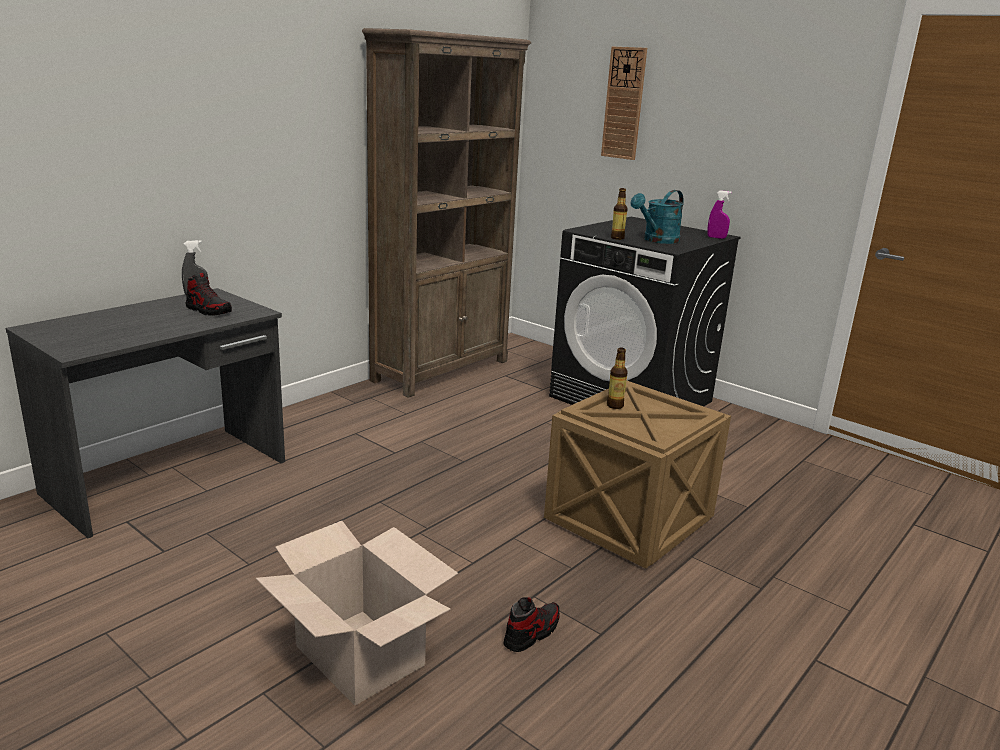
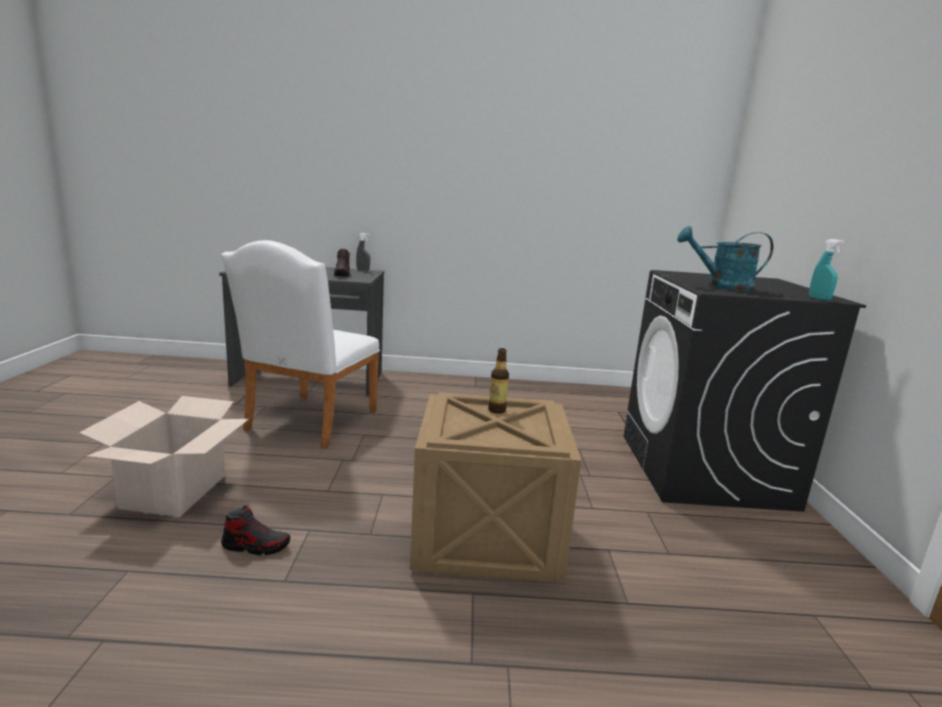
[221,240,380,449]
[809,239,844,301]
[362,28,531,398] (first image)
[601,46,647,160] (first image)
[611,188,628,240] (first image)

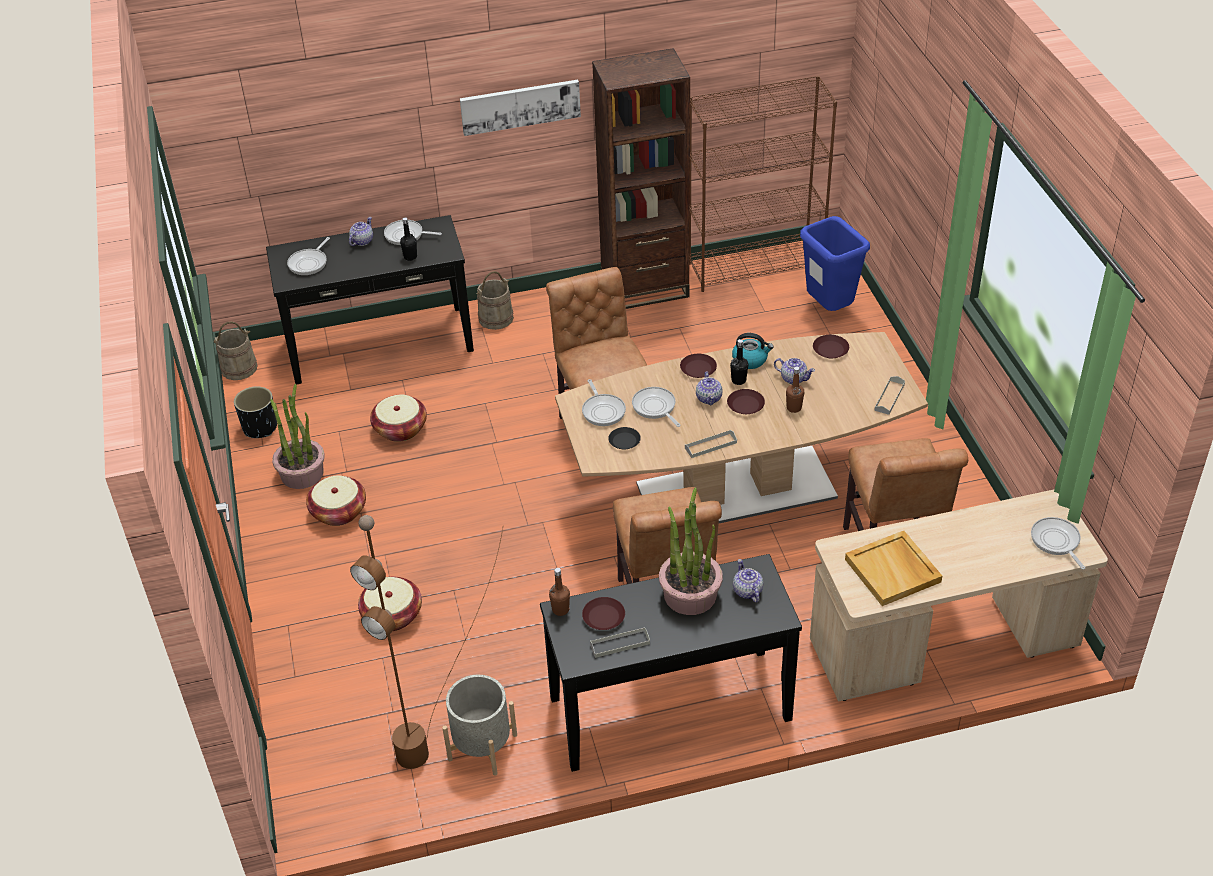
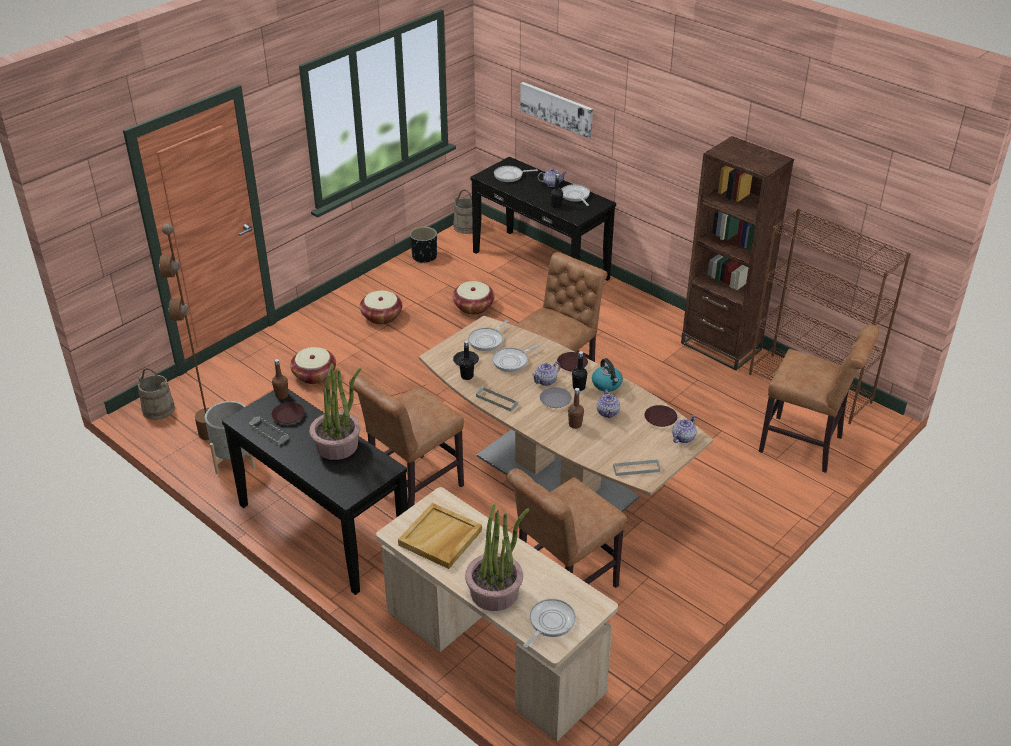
[138,368,175,420]
[459,340,474,380]
[465,504,529,611]
[492,344,541,372]
[520,82,593,138]
[540,387,572,408]
[672,415,697,443]
[759,324,879,473]

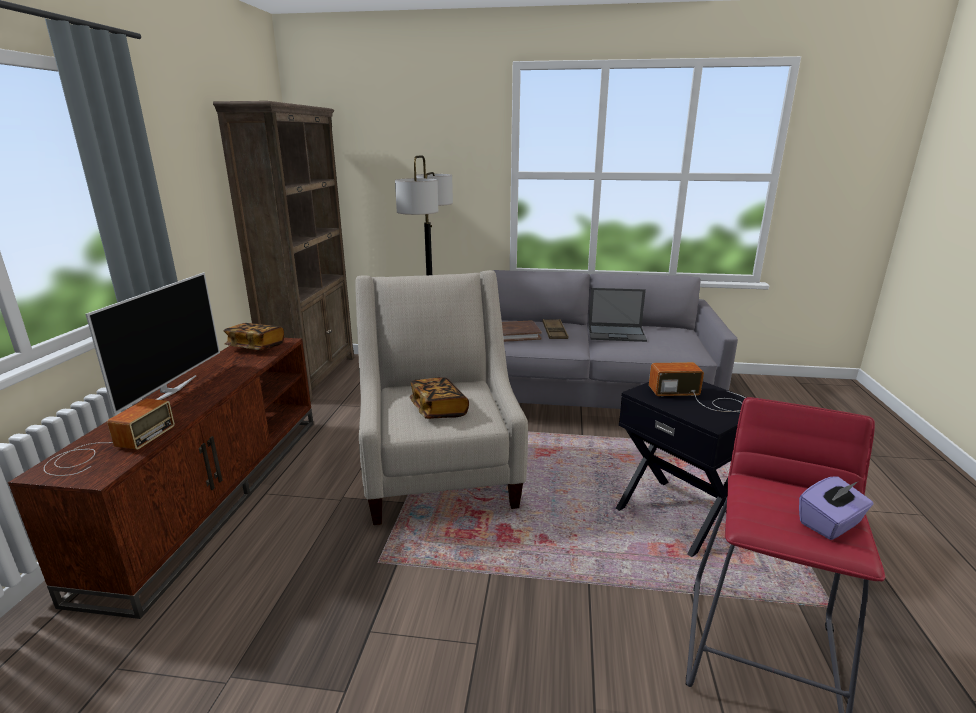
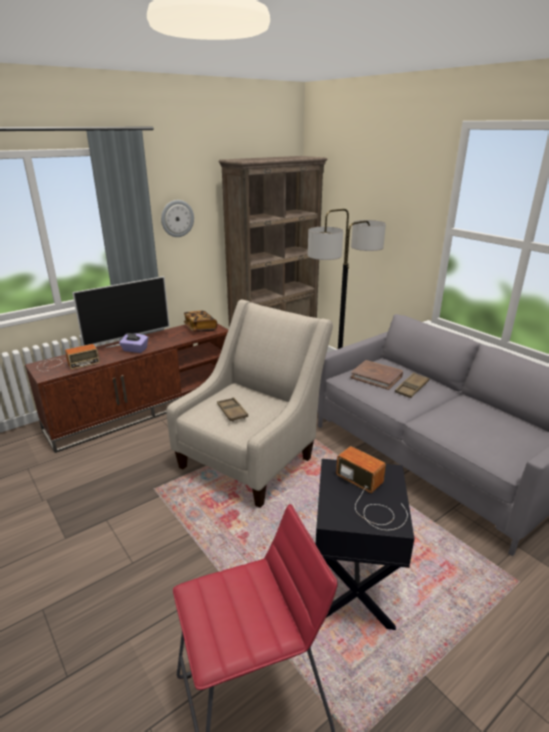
[119,333,148,353]
[161,200,194,237]
[217,397,248,422]
[589,288,647,342] (first image)

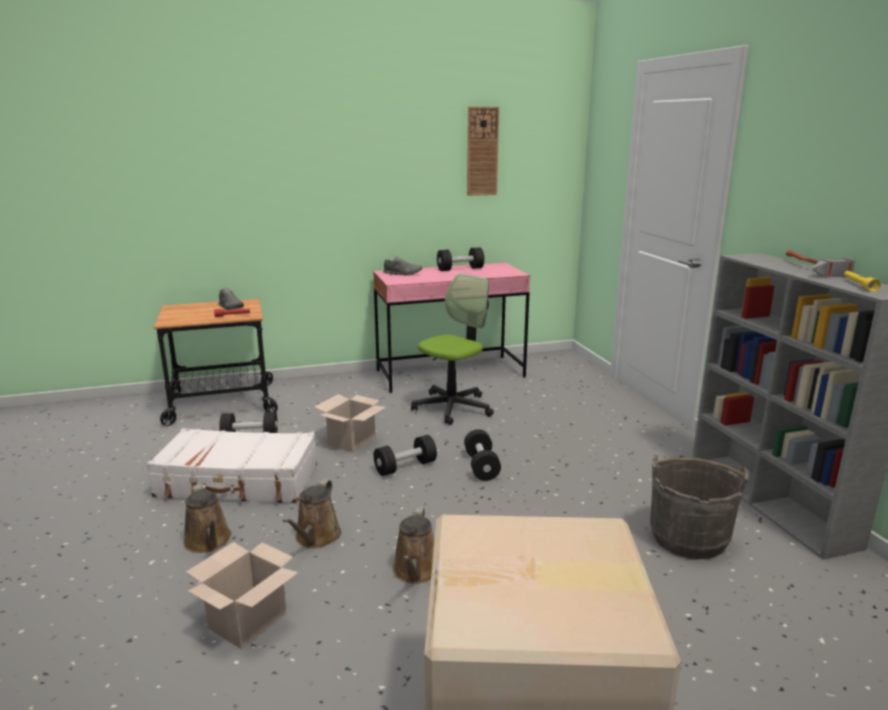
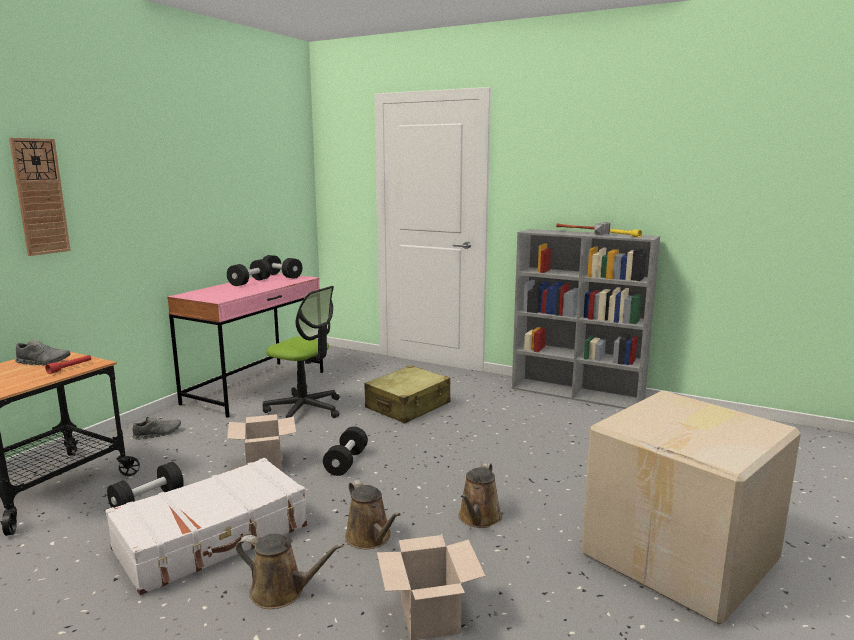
[9,138,71,256]
[132,417,181,440]
[263,255,302,279]
[263,286,340,418]
[364,365,451,423]
[458,463,502,528]
[650,455,749,559] (first image)

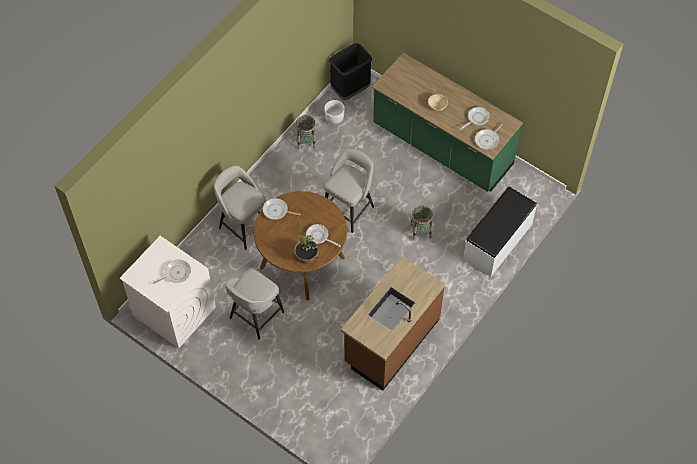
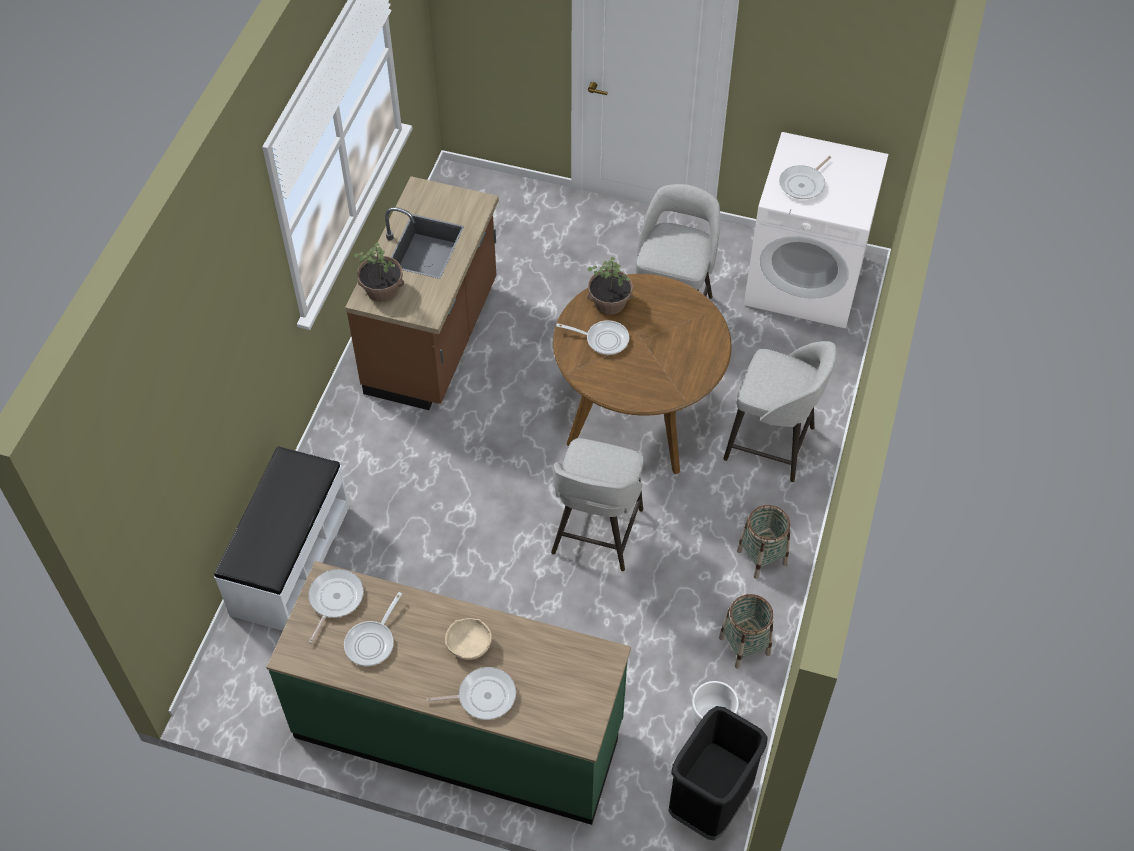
[354,243,404,302]
[427,667,516,720]
[737,505,790,579]

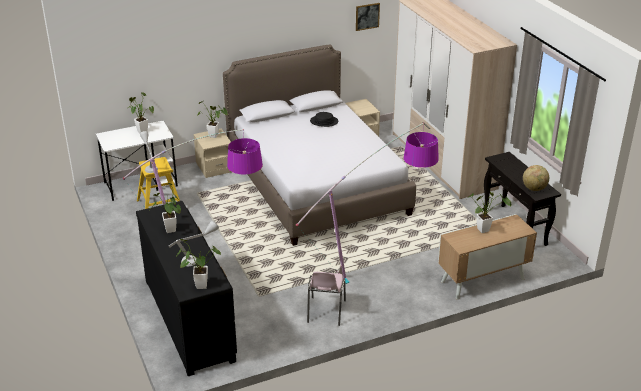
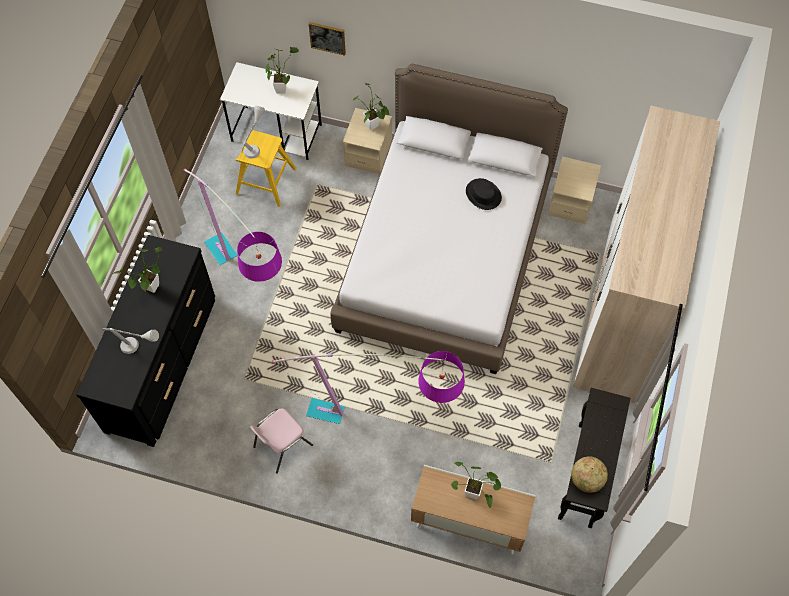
[309,22,346,56]
[175,239,221,289] (first image)

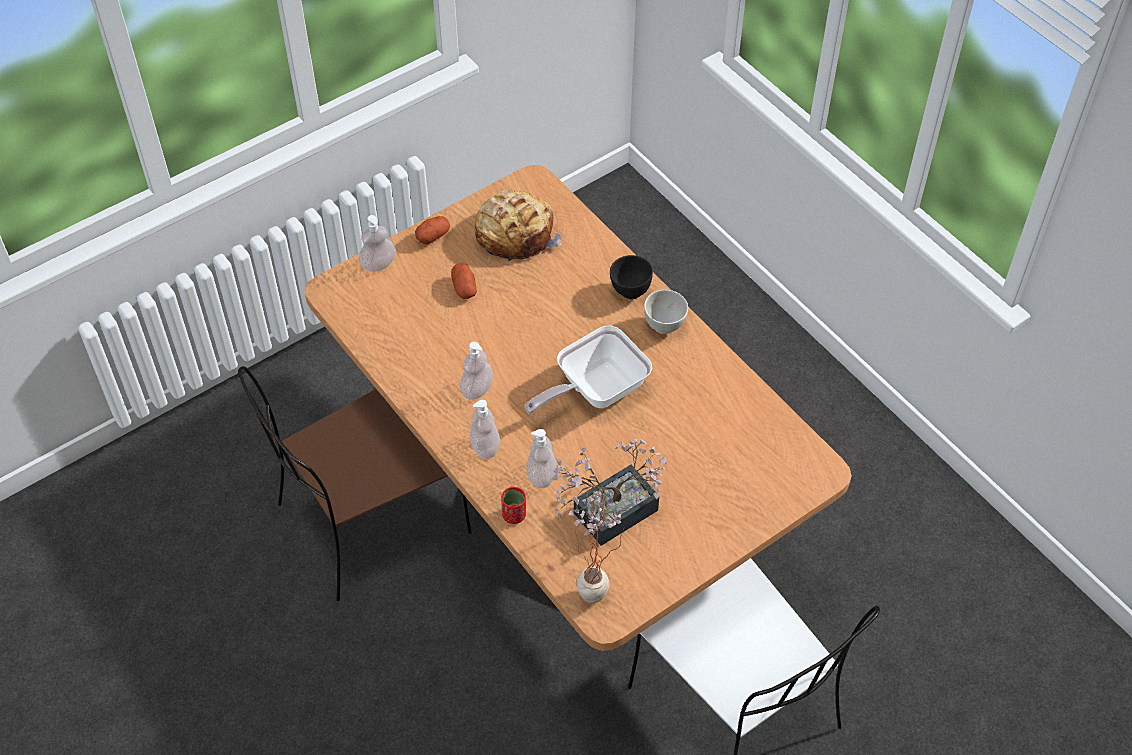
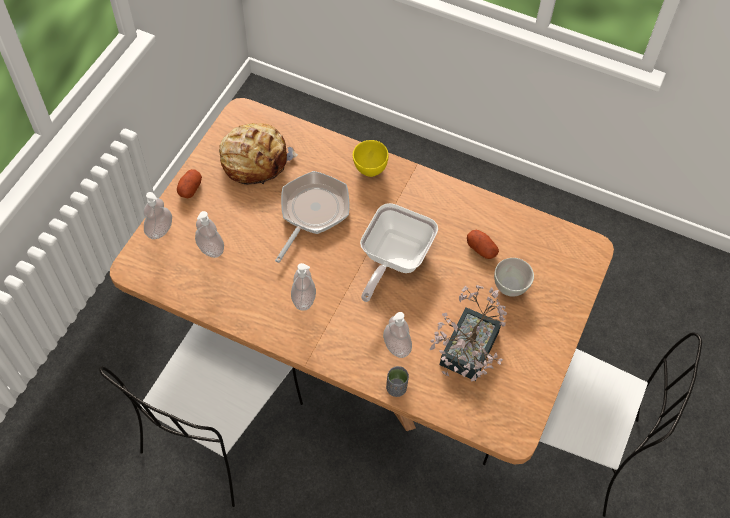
[99,323,303,507]
[195,211,224,258]
[275,171,350,263]
[353,140,389,177]
[386,366,409,397]
[467,230,499,259]
[494,258,534,296]
[575,490,624,603] (first image)

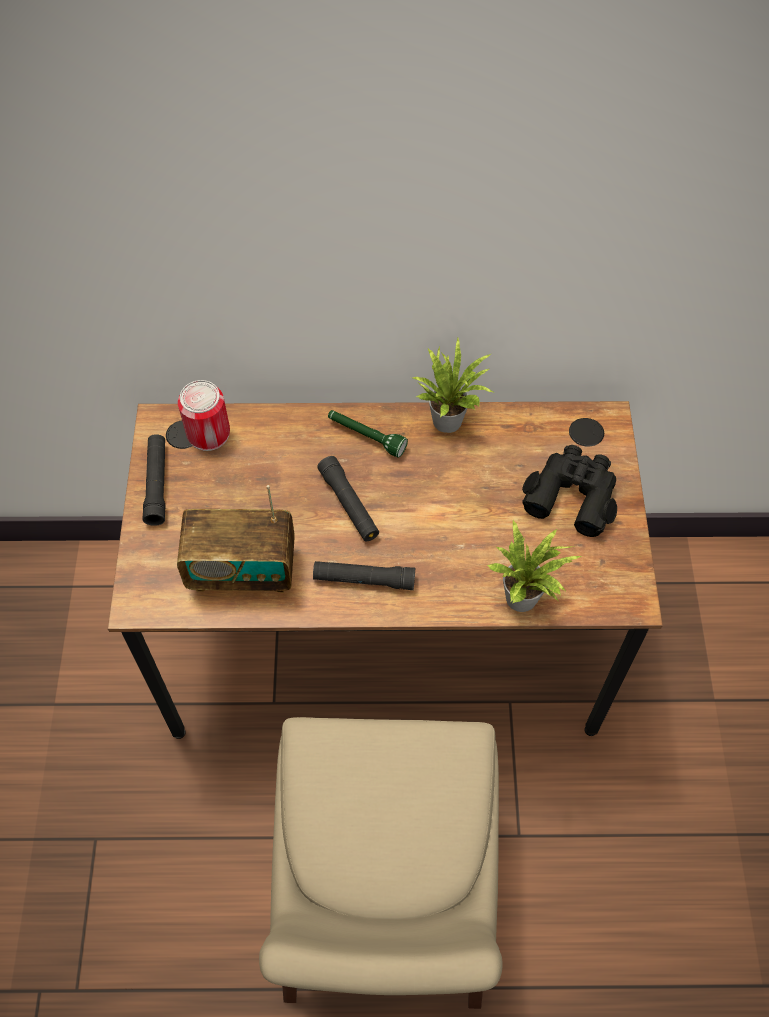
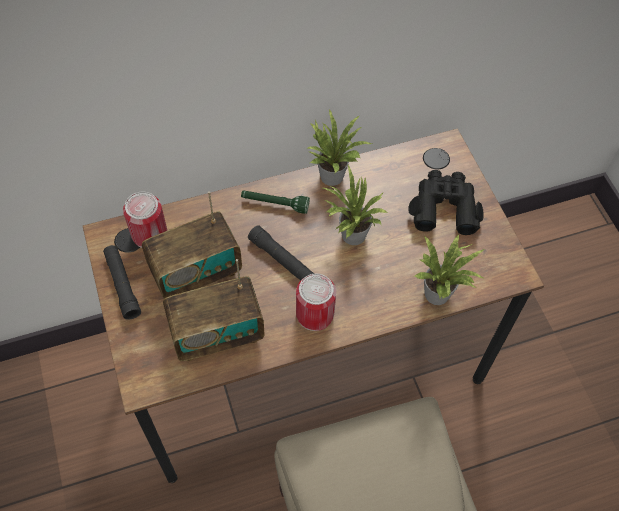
[142,191,242,298]
[296,274,336,331]
[323,165,389,245]

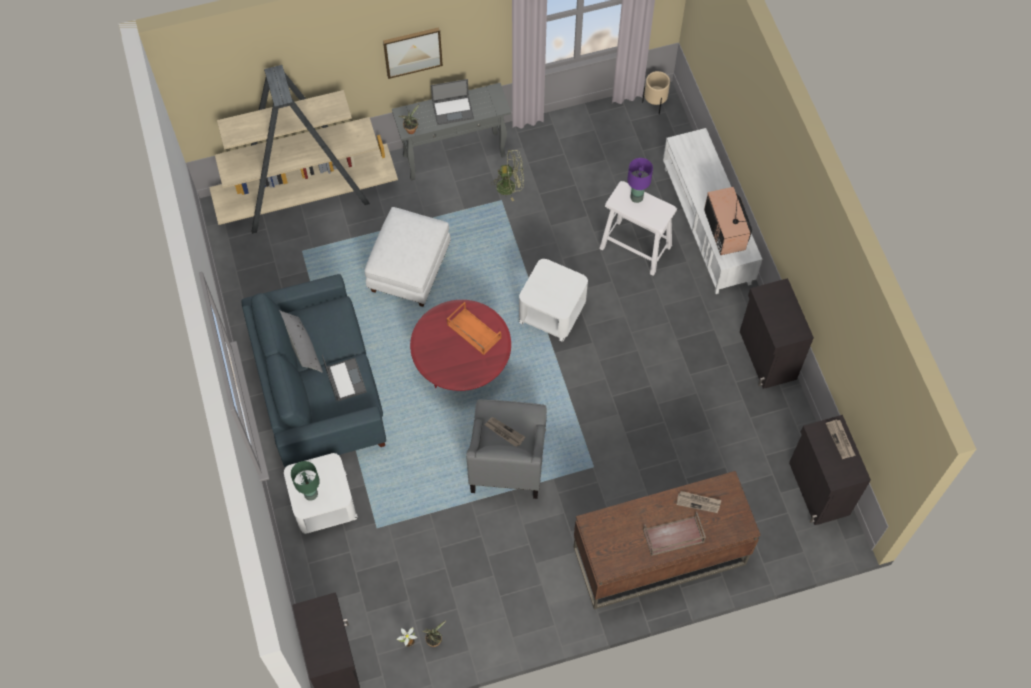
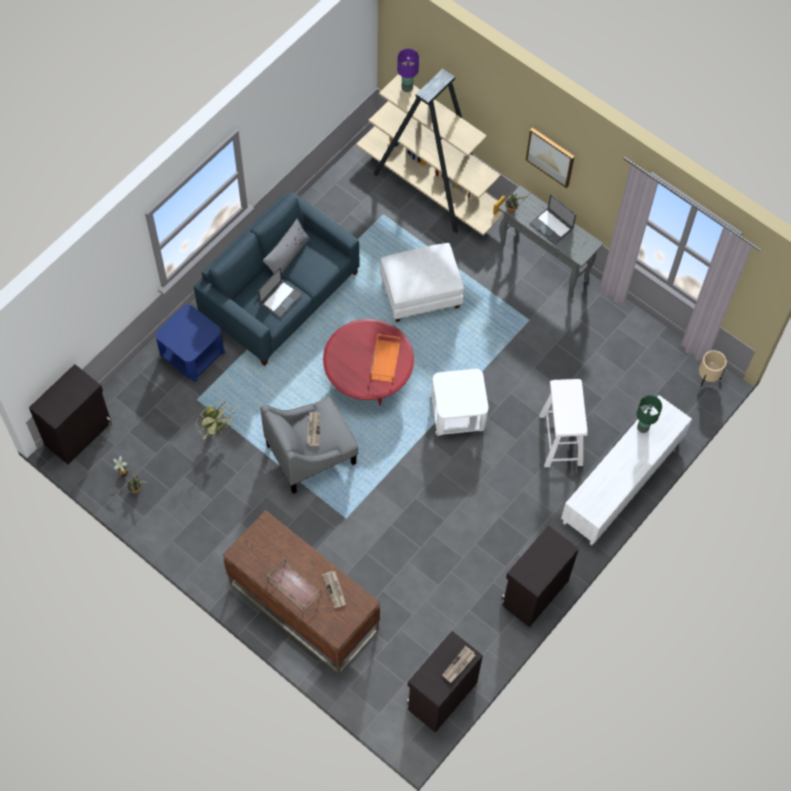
[155,304,226,382]
[196,401,236,440]
[397,49,419,92]
[637,395,662,433]
[704,187,752,255] (first image)

